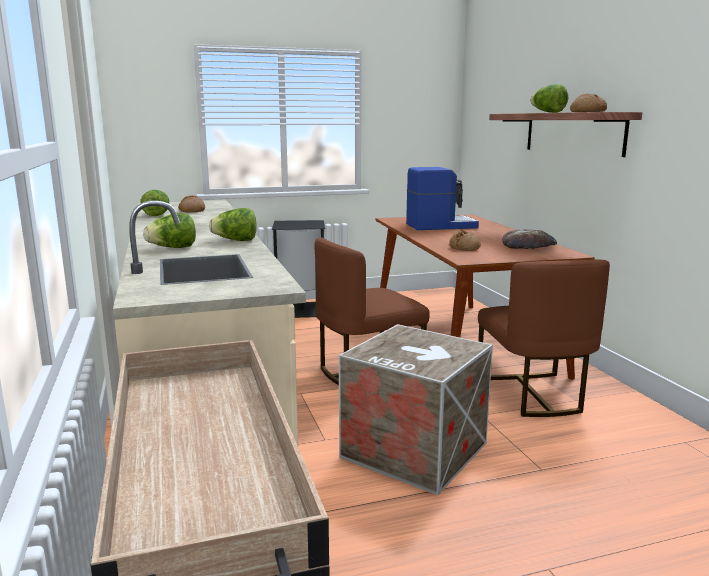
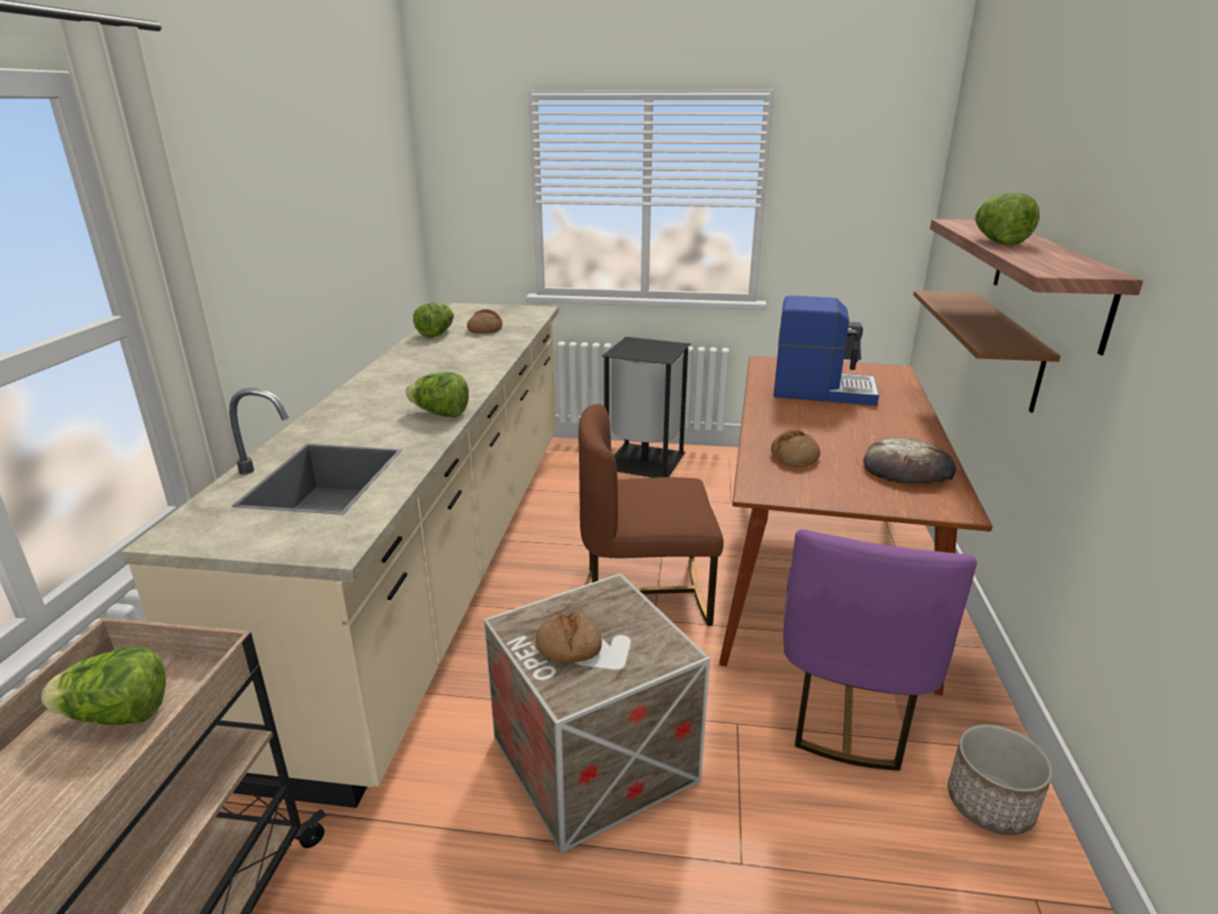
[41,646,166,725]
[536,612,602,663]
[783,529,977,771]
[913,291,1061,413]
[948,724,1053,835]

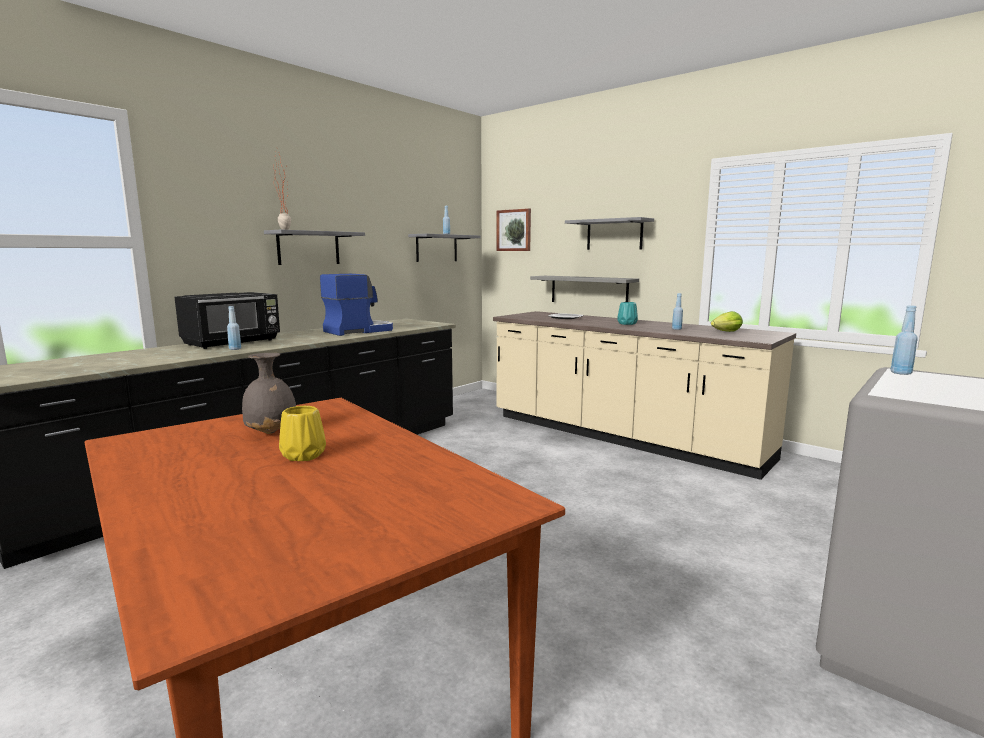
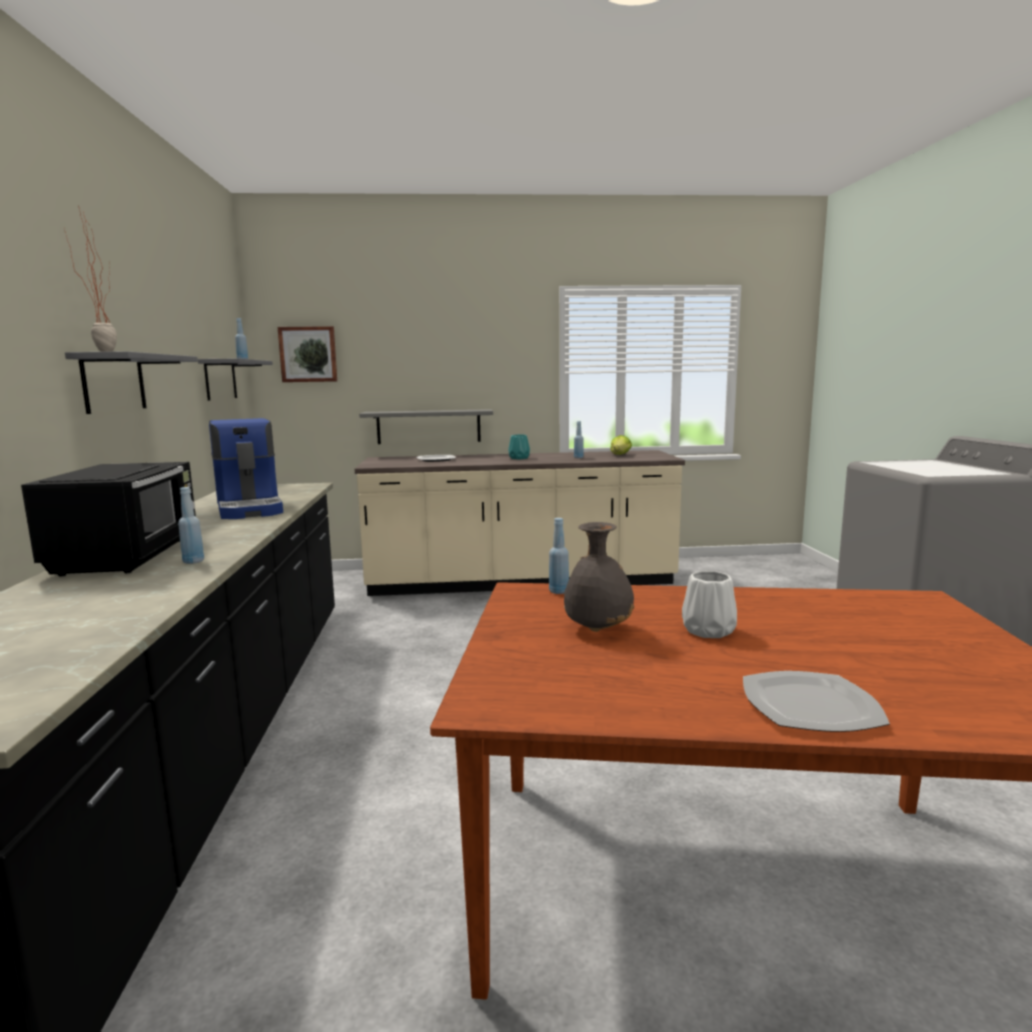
[209,418,283,519]
[549,518,569,594]
[682,571,737,638]
[743,671,890,732]
[565,217,654,250] (first image)

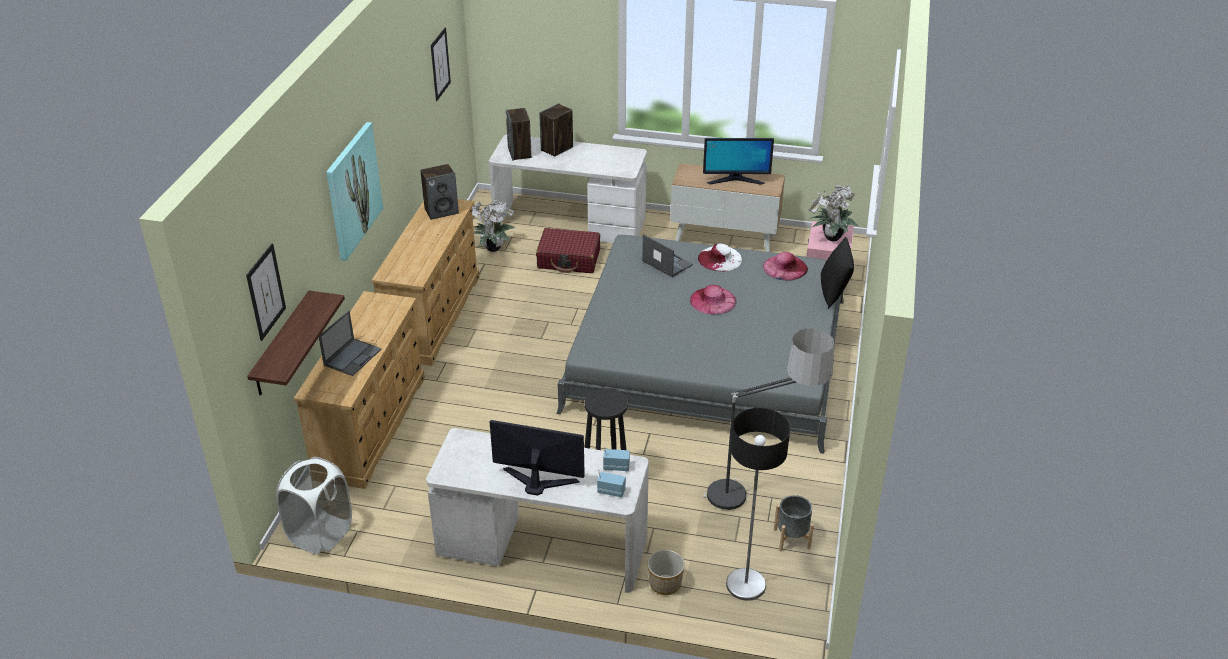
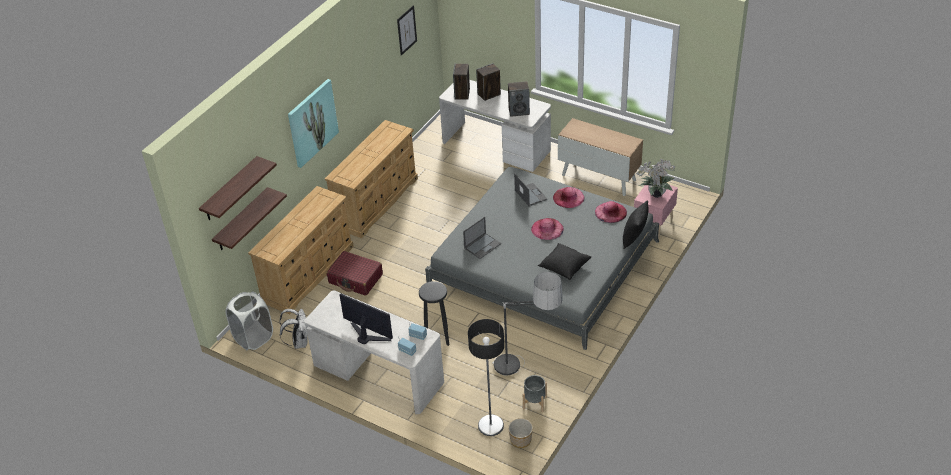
[199,156,277,220]
[279,309,308,349]
[326,251,383,296]
[463,217,501,259]
[508,81,530,117]
[508,418,533,448]
[538,243,591,280]
[553,187,584,208]
[472,200,515,252] (first image)
[703,138,774,185] (first image)

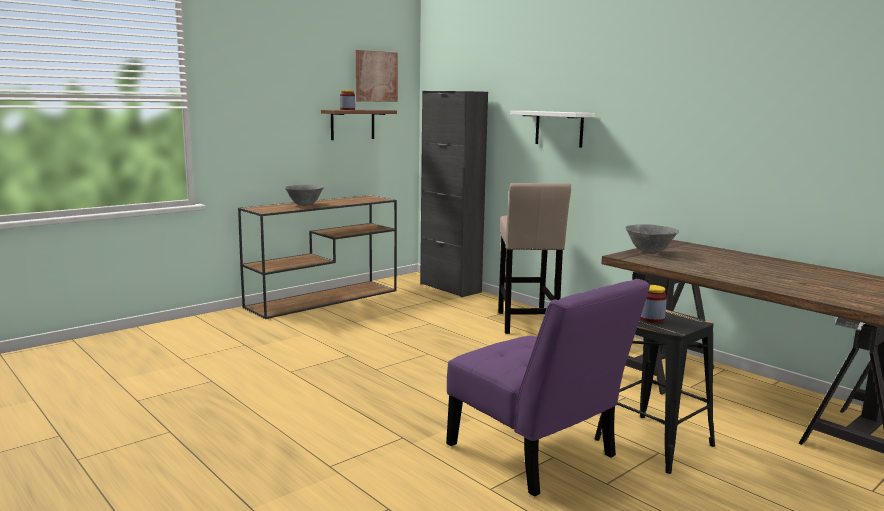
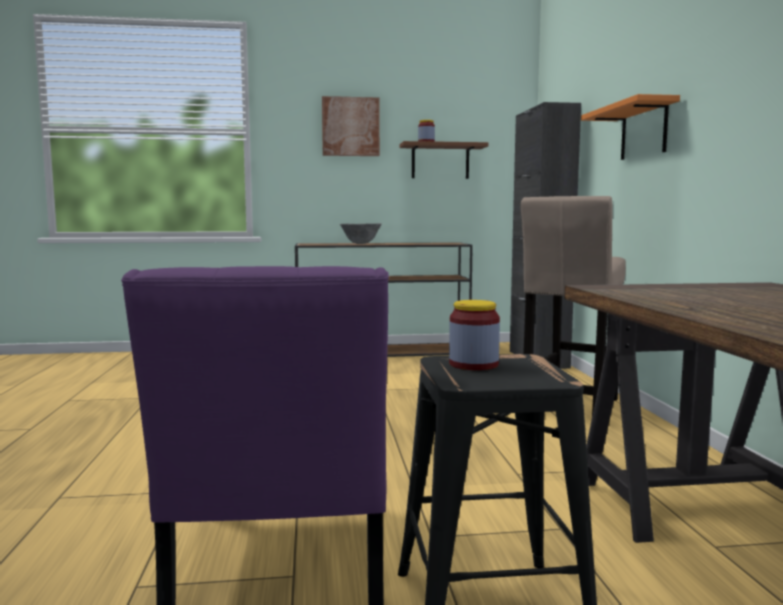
[322,96,380,156]
[581,94,680,160]
[625,224,679,254] (first image)

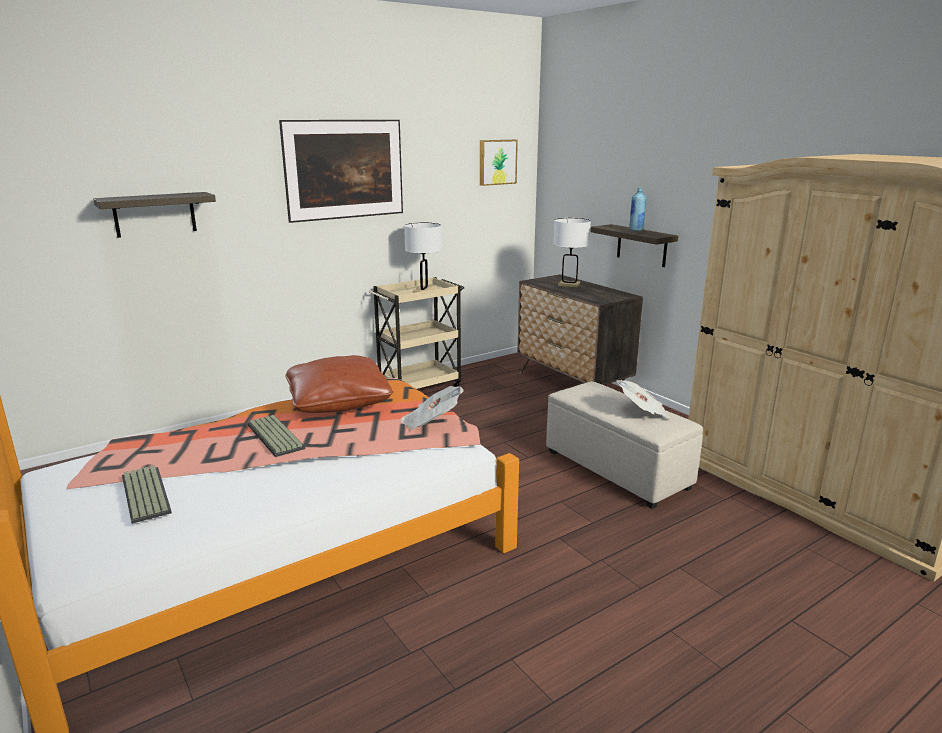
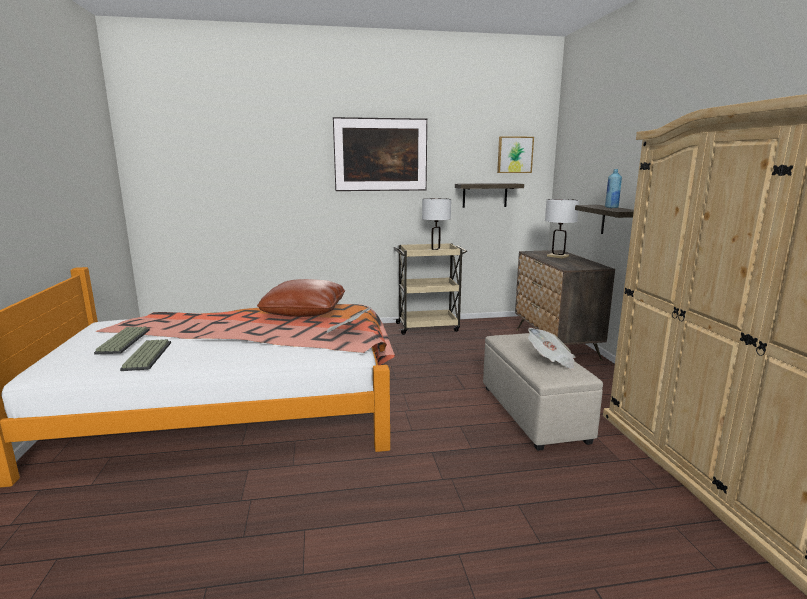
[120,339,171,371]
[455,183,524,208]

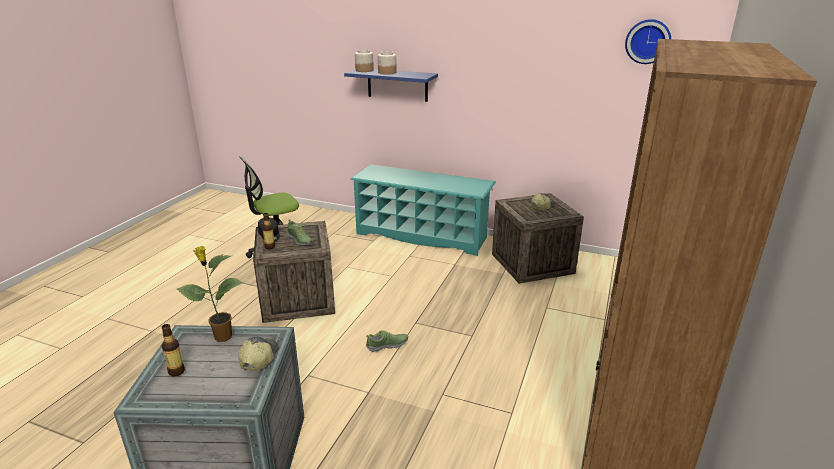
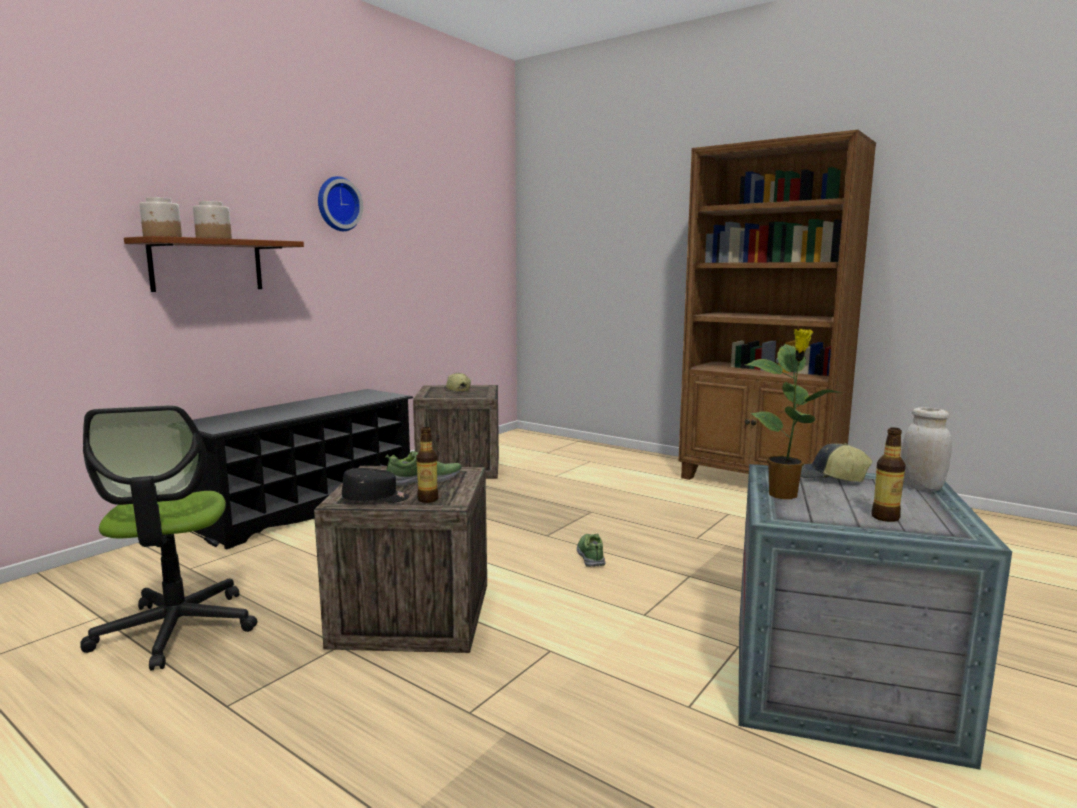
[124,236,304,292]
[193,389,413,549]
[318,176,363,231]
[901,407,952,491]

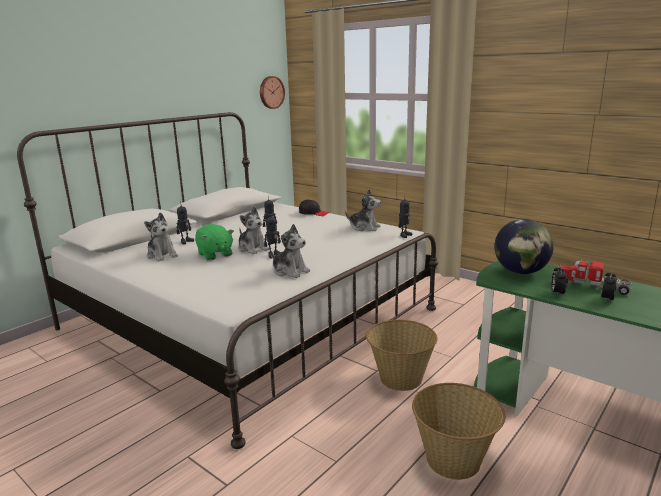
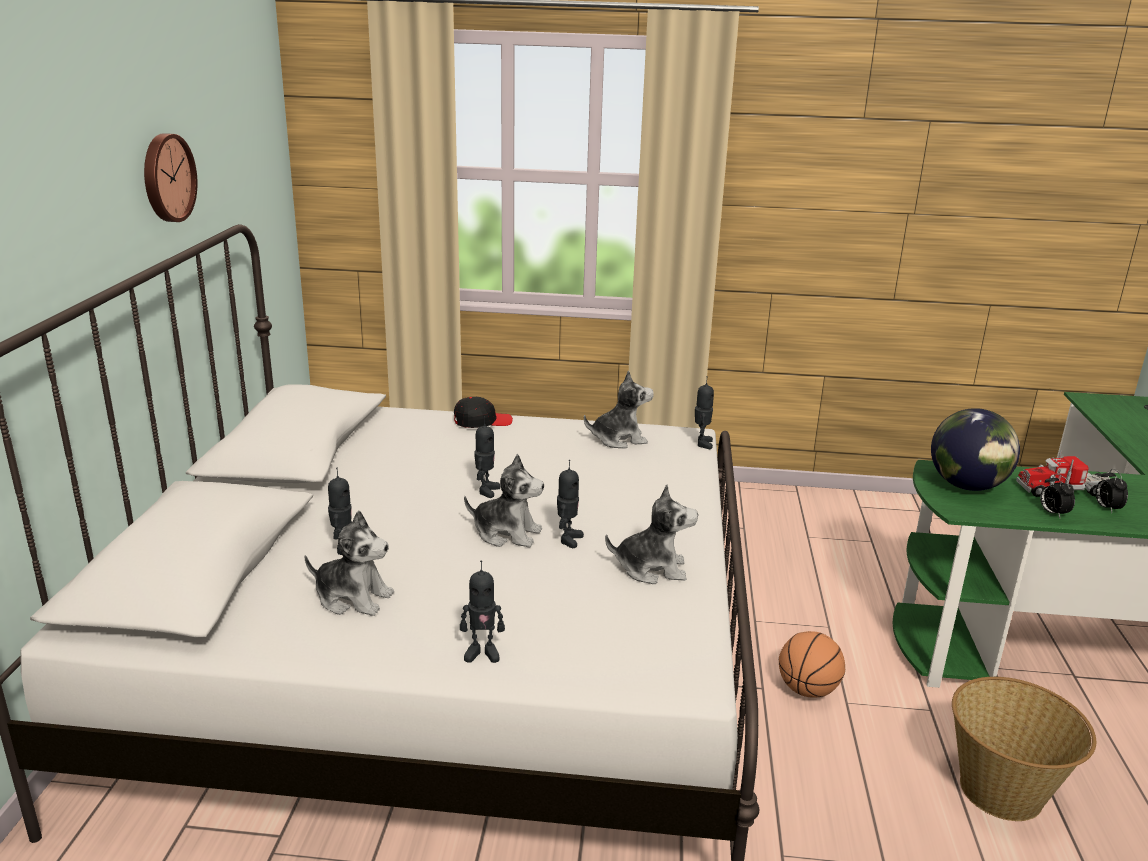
[144,133,197,222]
[460,560,505,663]
[779,631,845,698]
[195,224,234,260] (first image)

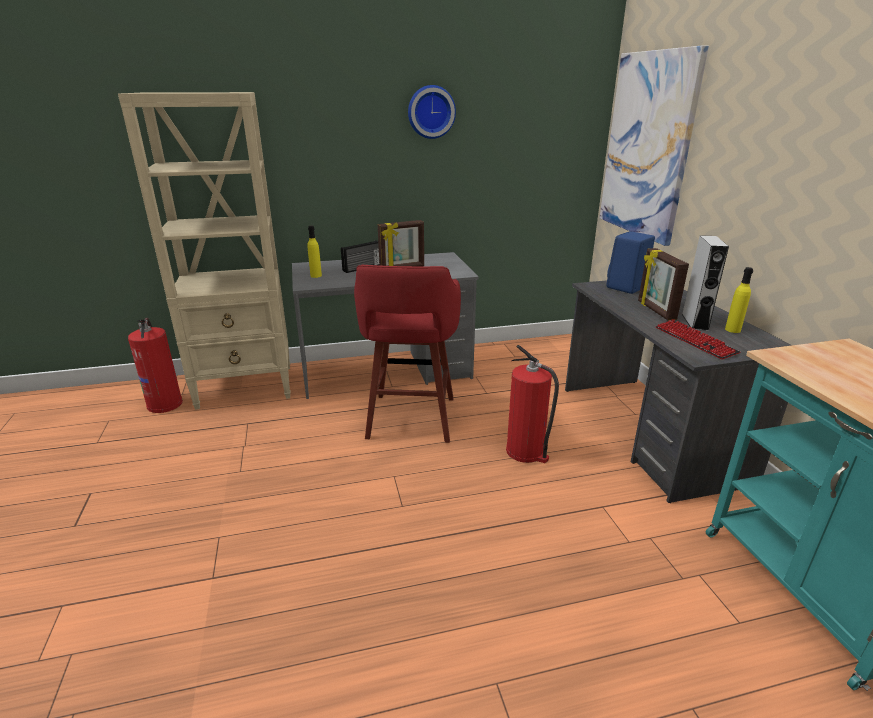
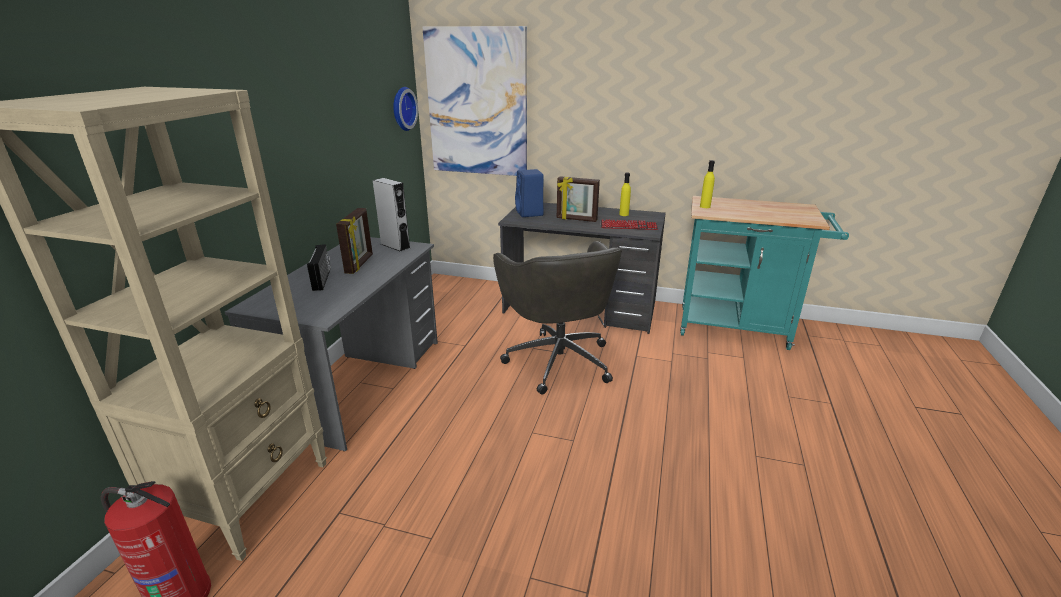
[373,178,410,252]
[393,87,418,131]
[493,241,622,395]
[700,160,715,208]
[354,265,461,443] (first image)

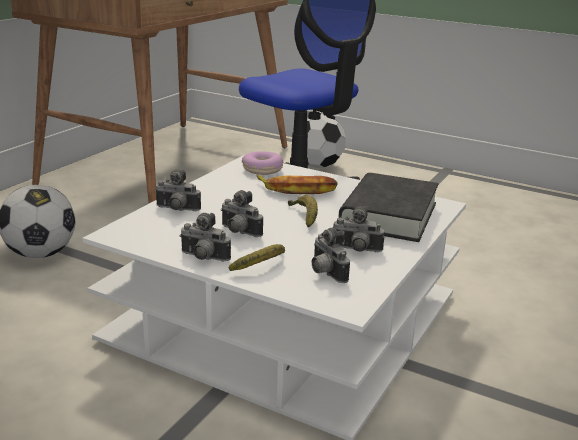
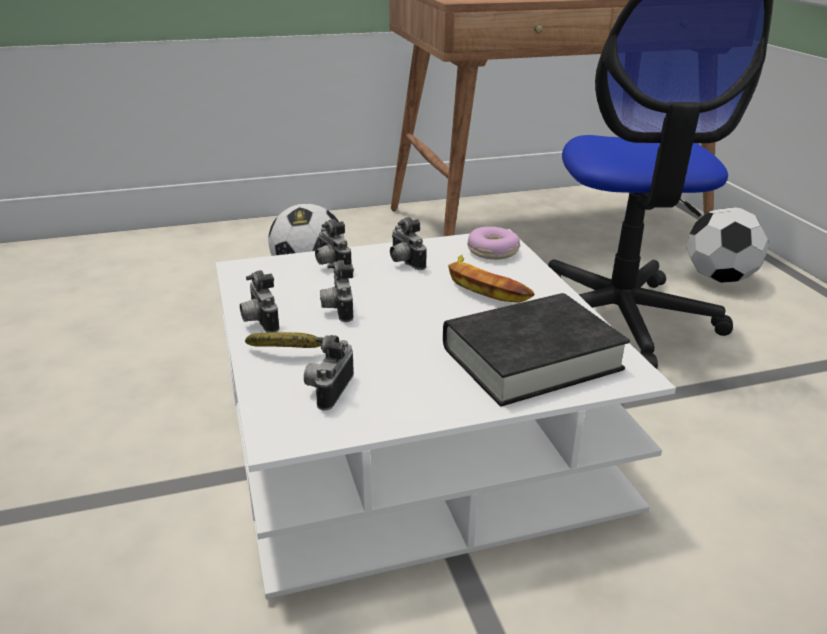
[390,217,427,270]
[288,195,318,227] (first image)

